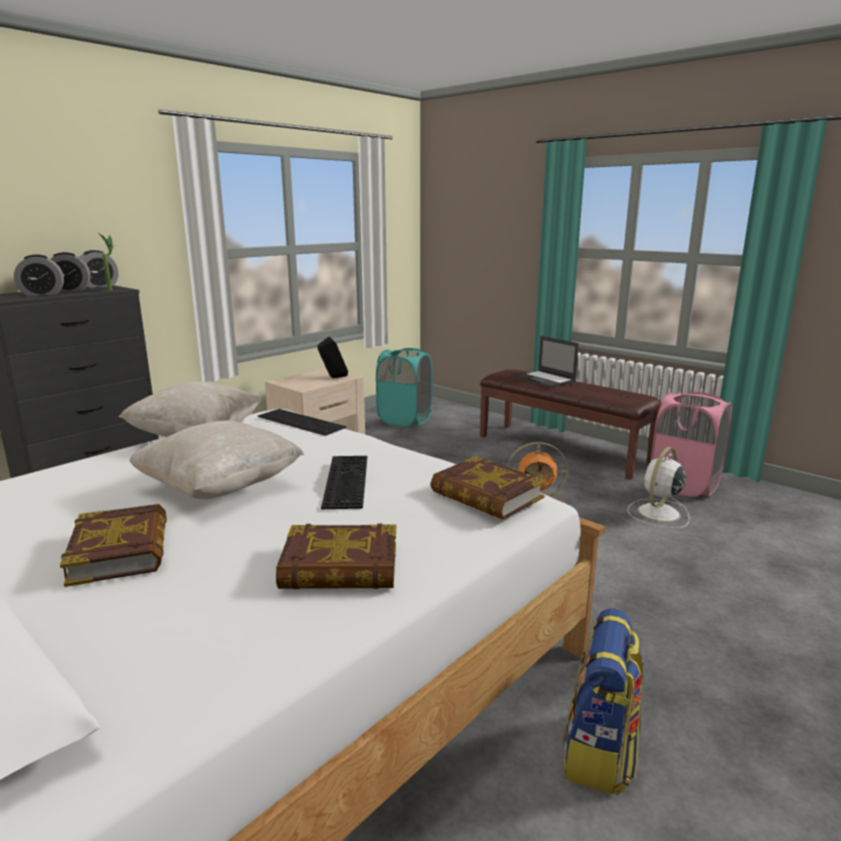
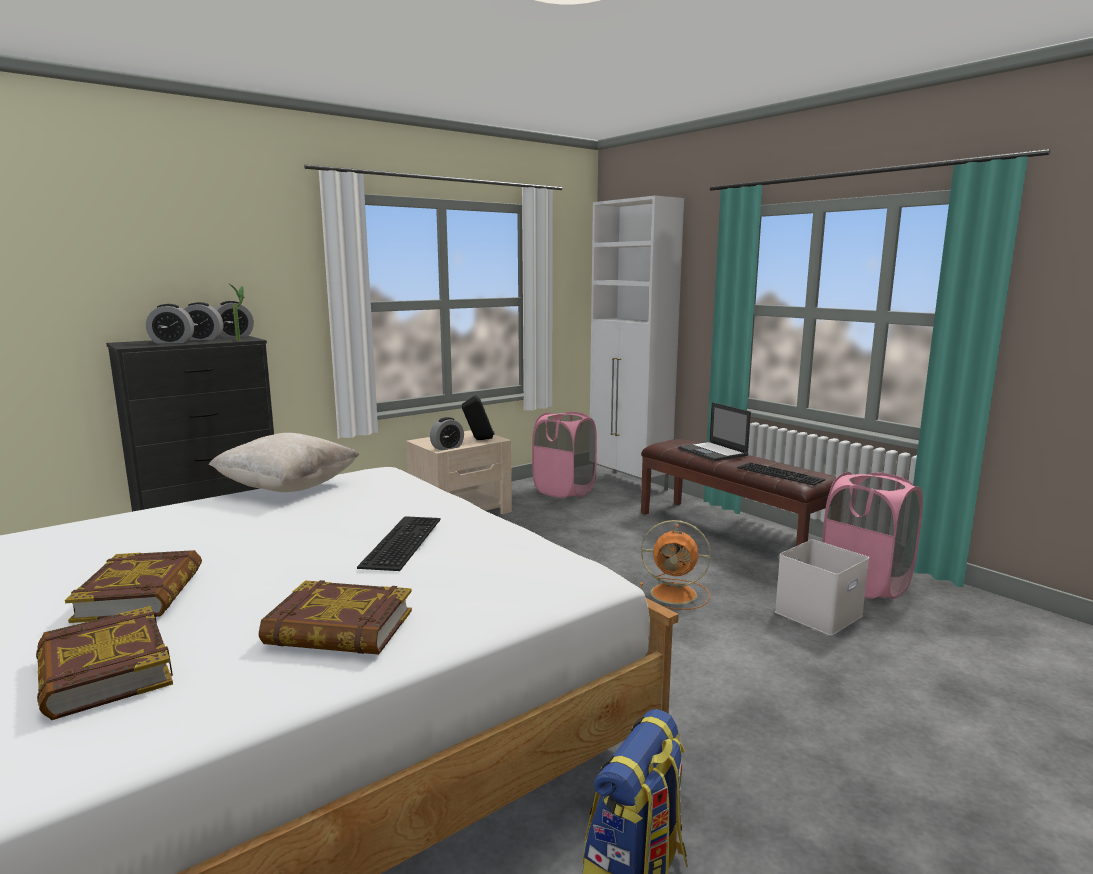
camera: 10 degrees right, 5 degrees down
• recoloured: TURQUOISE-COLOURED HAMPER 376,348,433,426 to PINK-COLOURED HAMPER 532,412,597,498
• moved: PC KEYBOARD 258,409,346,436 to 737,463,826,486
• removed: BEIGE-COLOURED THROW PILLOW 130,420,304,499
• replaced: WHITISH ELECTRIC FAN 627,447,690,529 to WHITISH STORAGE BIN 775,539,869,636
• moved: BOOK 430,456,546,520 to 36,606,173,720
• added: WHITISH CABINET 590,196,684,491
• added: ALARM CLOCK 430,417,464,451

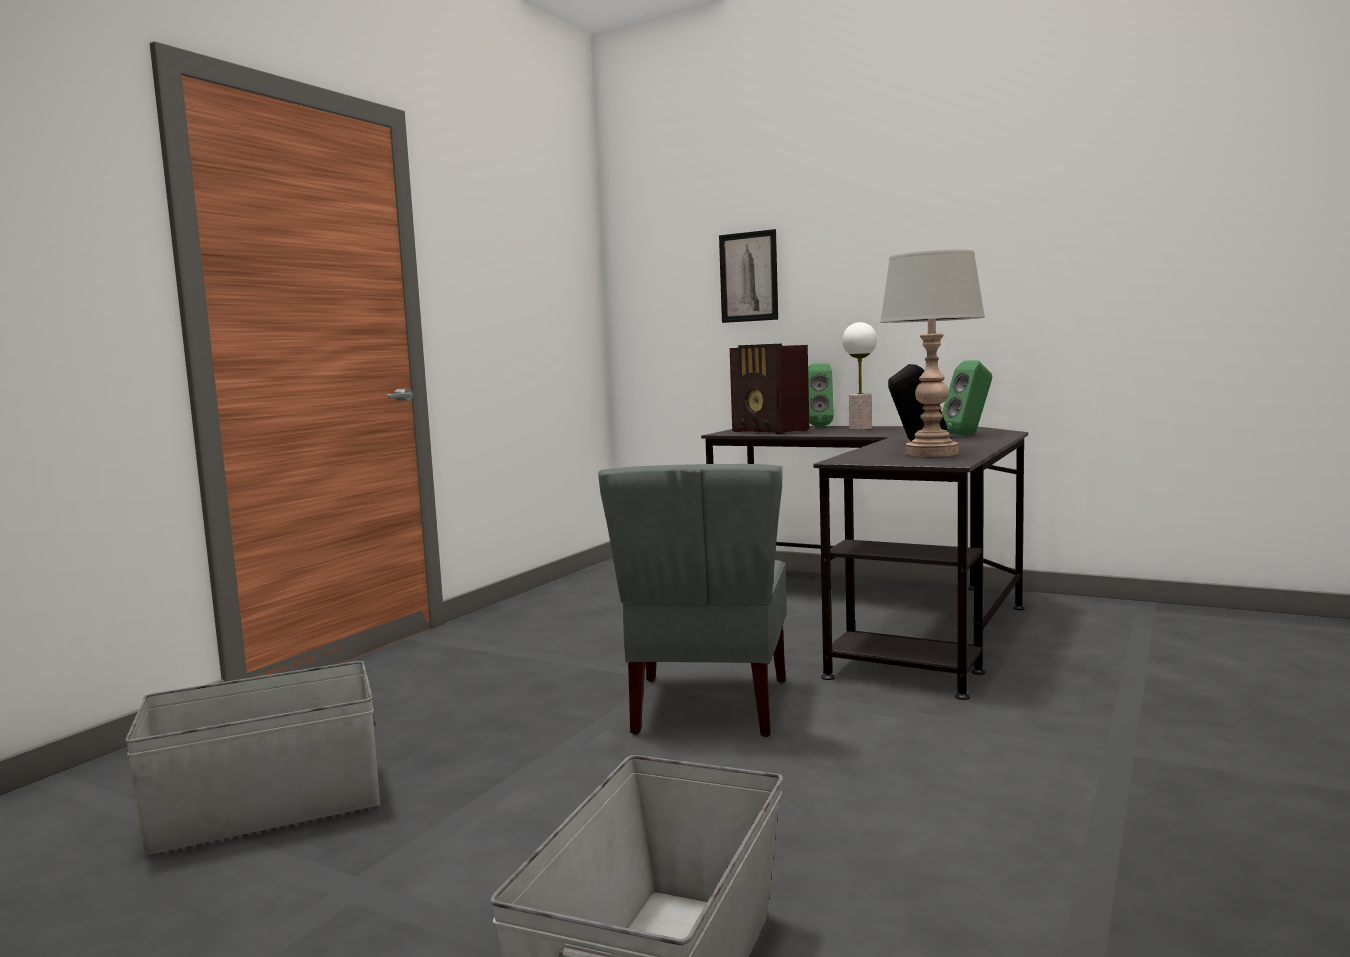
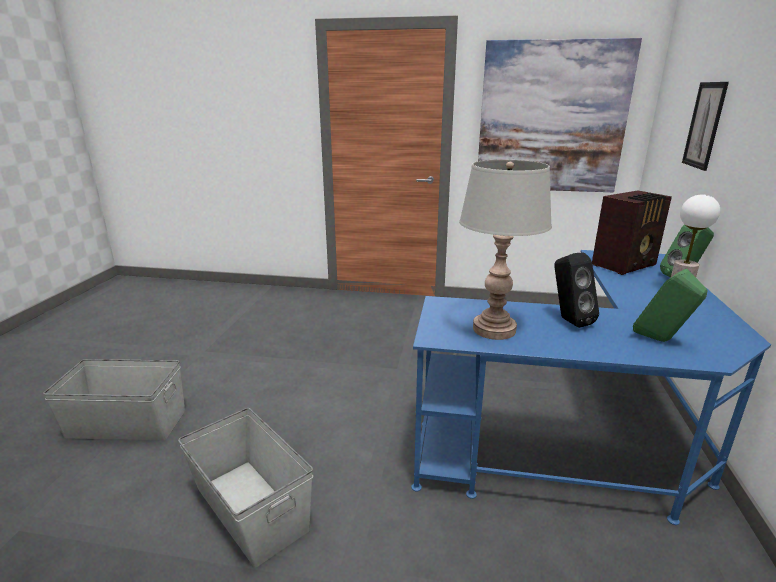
camera: 70 degrees right, 15 degrees up
• turned: RADIO SET 730,344,809,434 = 592,190,672,275 150 degrees counterclockwise
• recoloured: BLACK DESK UNIT 701,426,1028,700 to BLUE-COLOURED DESK UNIT 411,250,771,525
• removed: GREYISH CHAIR 598,464,787,737
• moved: GREYISH STORAGE BIN 125,661,380,855 to 178,408,313,568
• added: PICTURE 478,38,642,192

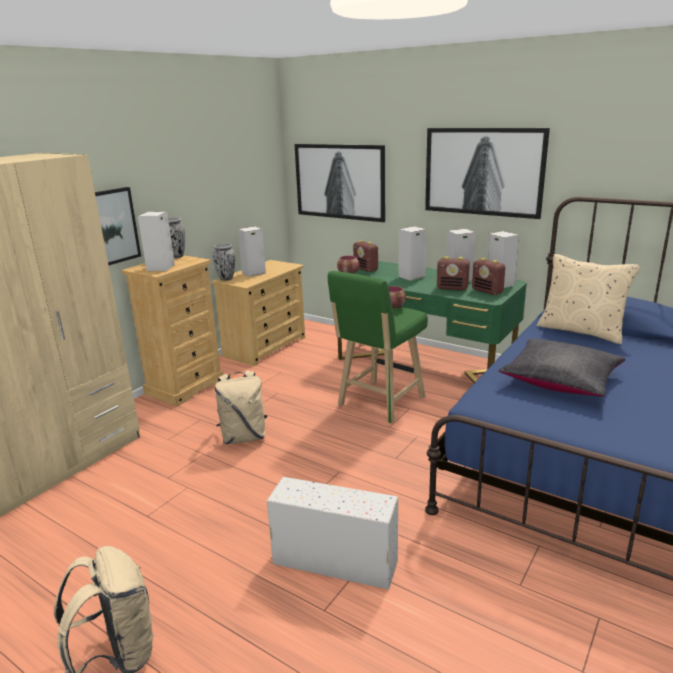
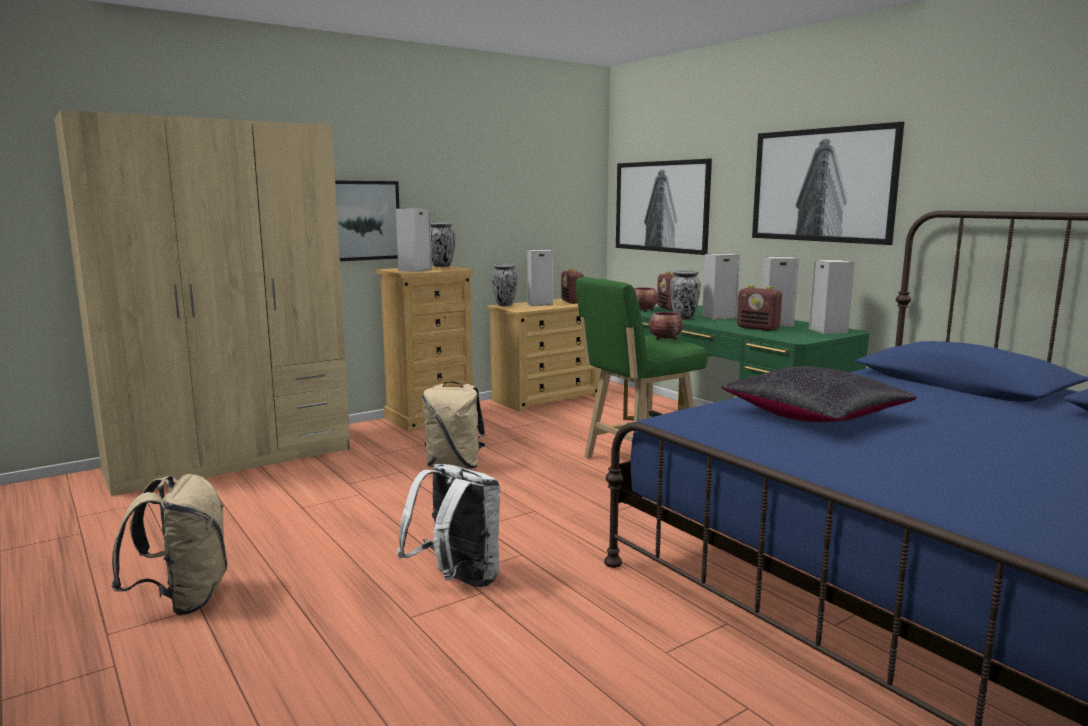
camera: 20 degrees right, 10 degrees down
• removed: BEIGE-COLOURED THROW PILLOW 537,254,641,344
• moved: RADIO SET 472,258,505,295 to 561,268,584,304
• replaced: WHITISH STORAGE BIN 267,477,398,590 to WHITISH RUCKSACK 397,464,500,587
• added: FLOWER VASE 670,270,701,320

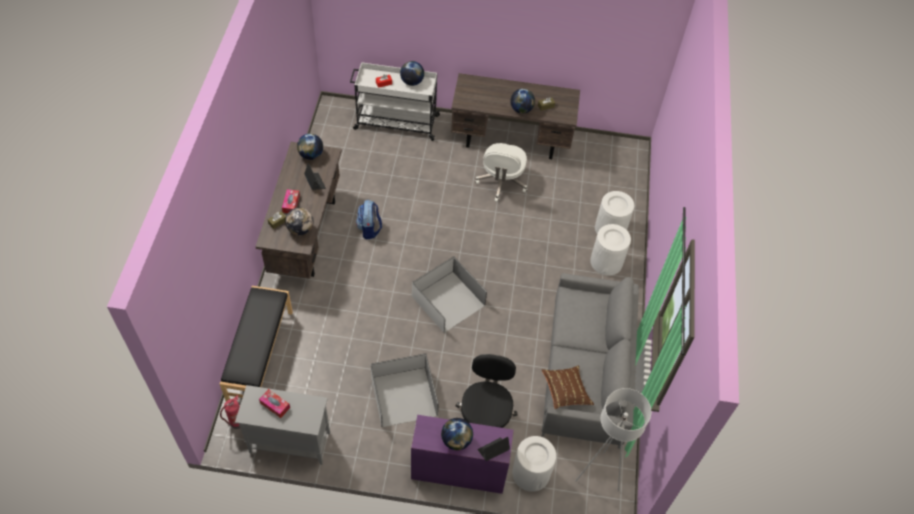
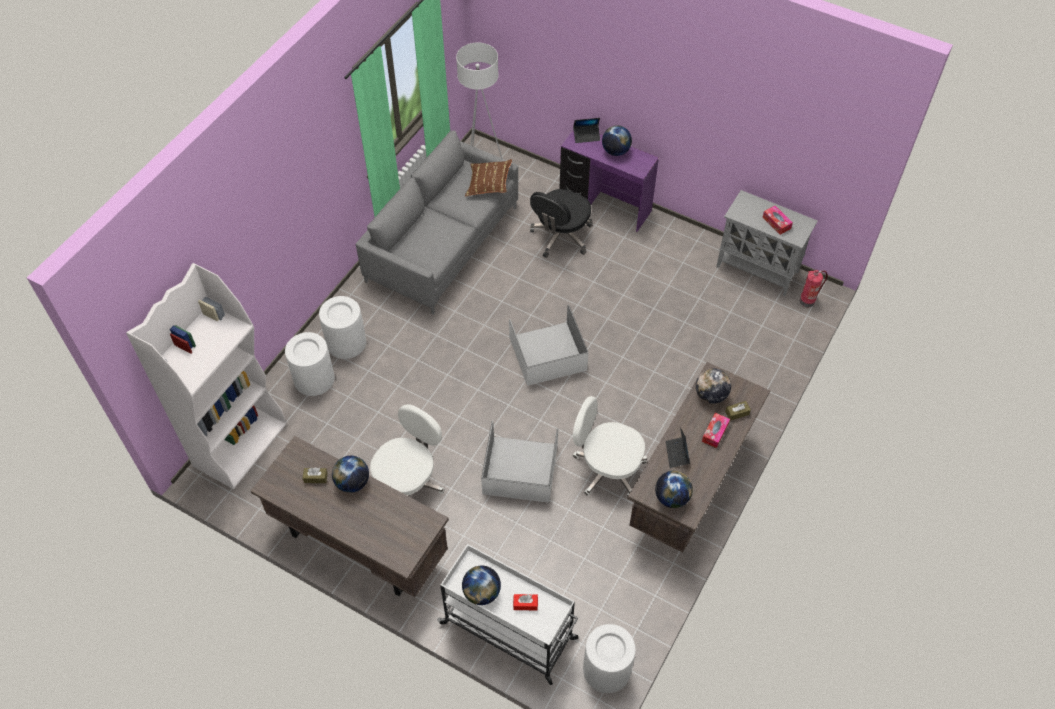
camera: 155 degrees left, 0 degrees up
• replaced: RUCKSACK 356,200,382,240 to WHITISH OFFICE CHAIR 573,396,647,497
• removed: BLACK INDOOR BENCH 220,286,293,401
• moved: WHITISH STORAGE BIN 371,353,439,427 to 481,421,558,503
• moved: WHITISH RUBBISH BIN 512,436,556,492 to 583,624,636,693
• added: WHITISH BOOKCASE 126,263,286,489

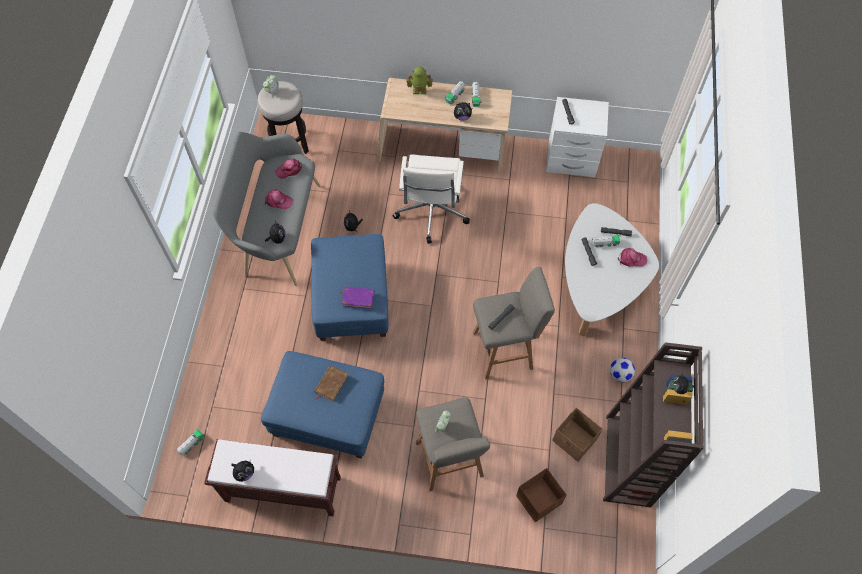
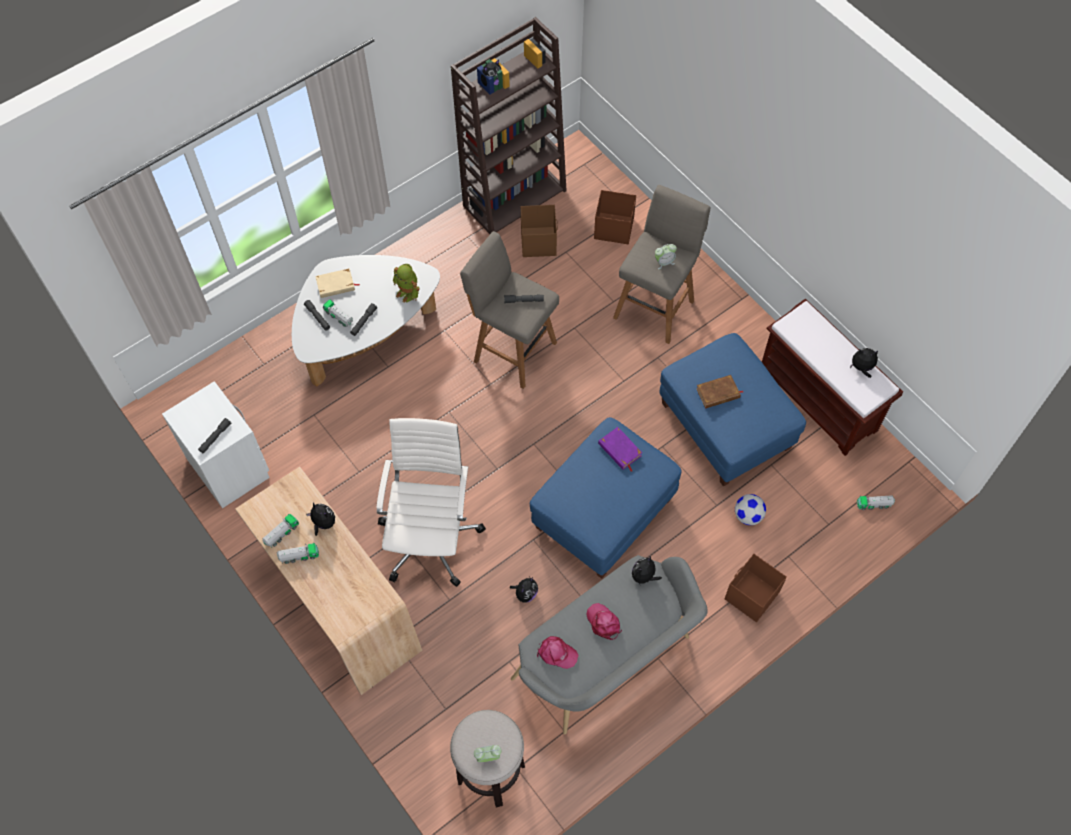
camera: 135 degrees left, 0 degrees up
• moved: MODEL ROBOT 406,66,433,94 to 393,264,420,303
• turned: WHITISH OFFICE CHAIR 393,154,470,244 = 376,418,486,587 45 degrees counterclockwise
• replaced: PINK-COLOURED BASEBALL CAP 618,248,647,267 to BEIGE-COLOURED BOOK 315,268,360,298
• moved: BALL FOR FOOTBALL 610,358,635,382 to 735,494,766,525
• added: BROWN STORAGE BIN 724,554,787,622

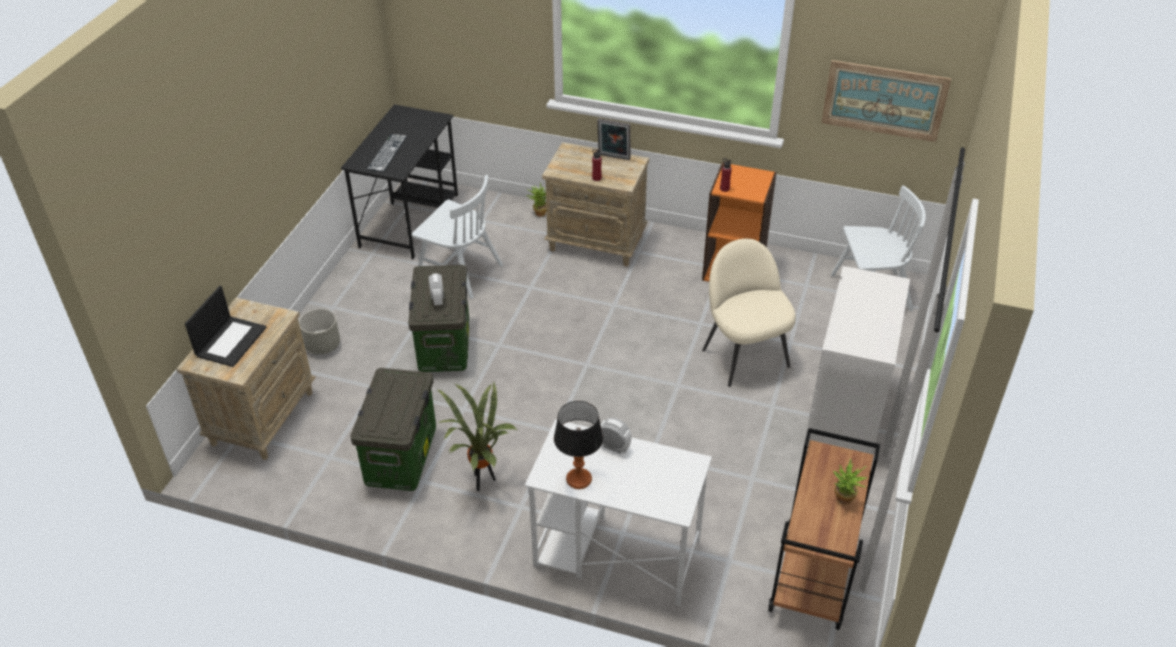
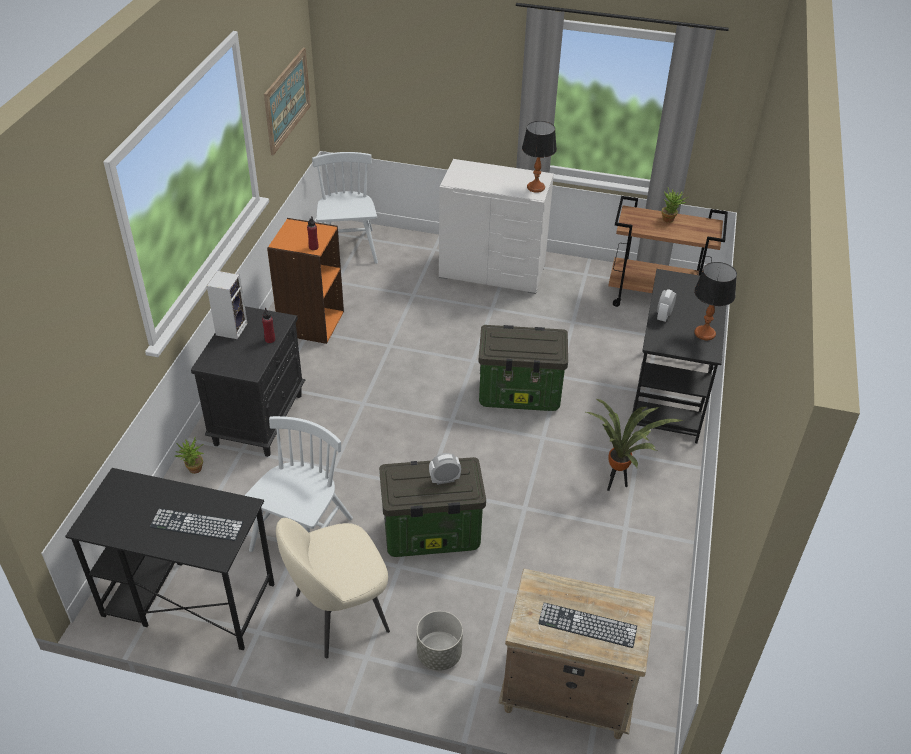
camera: 95 degrees left, 0 degrees up
• replaced: STANDING FRAME 597,118,631,160 to LOUDSPEAKER 207,271,247,339
• recoloured: BEIGE-COLOURED NIGHTSTAND 542,142,649,266 to BLACK NIGHTSTAND 191,306,306,457
• moved: BEIGE-COLOURED CHAIR 702,239,796,387 to 276,518,390,659
• replaced: PORTABLE COMPUTER 185,286,267,367 to PC KEYBOARD 538,602,637,648
• moved: STORAGE BIN 350,368,436,491 to 478,325,568,411
• recoloured: WHITISH DESK UNIT 525,419,712,606 to BLACK DESK UNIT 632,269,726,443
• added: TABLE LAMP 522,121,557,193

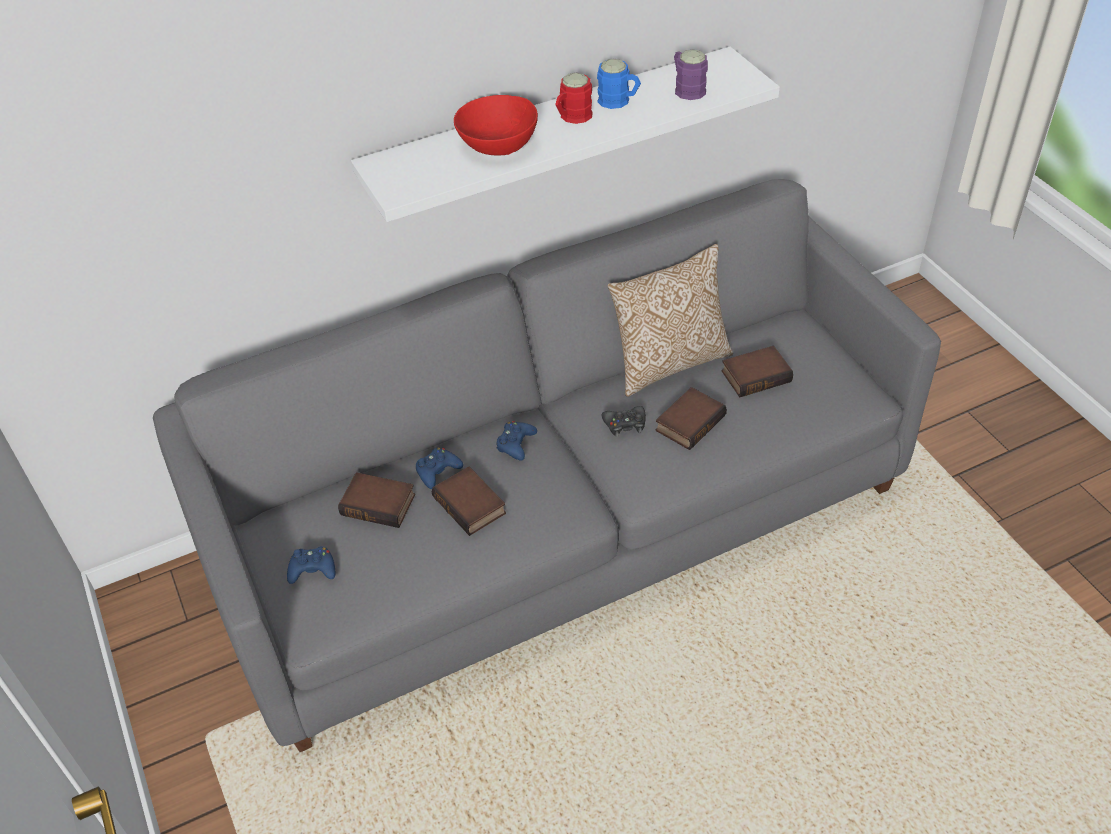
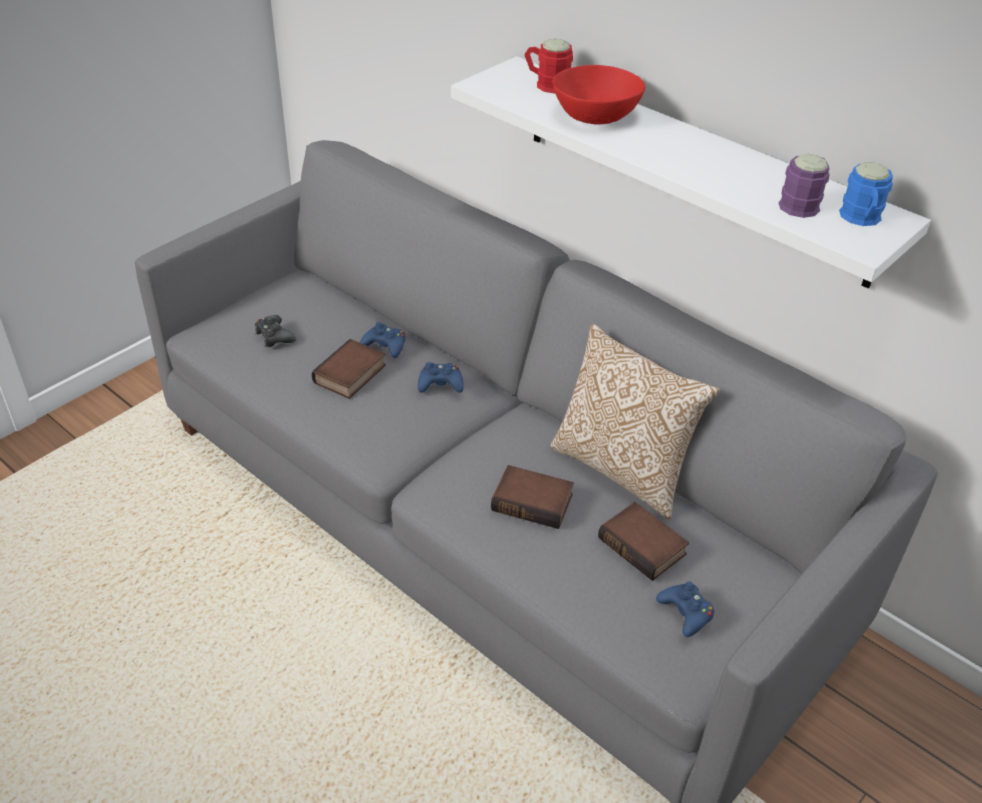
camera: 65 degrees right, 5 degrees down
• moved: BLUE-COLOURED COFFEE MUG 597,59,641,109 to 839,162,893,226
• moved: REDDISH COFFEE MUG 555,73,593,124 to 524,39,573,93
• moved: BLACK GAME CONTROLLER 602,406,646,437 to 255,315,296,347
• removed: BOOK 338,472,415,528
• moved: BLUE-COLOURED GAME CONTROLLER 287,547,335,584 to 656,582,714,637

